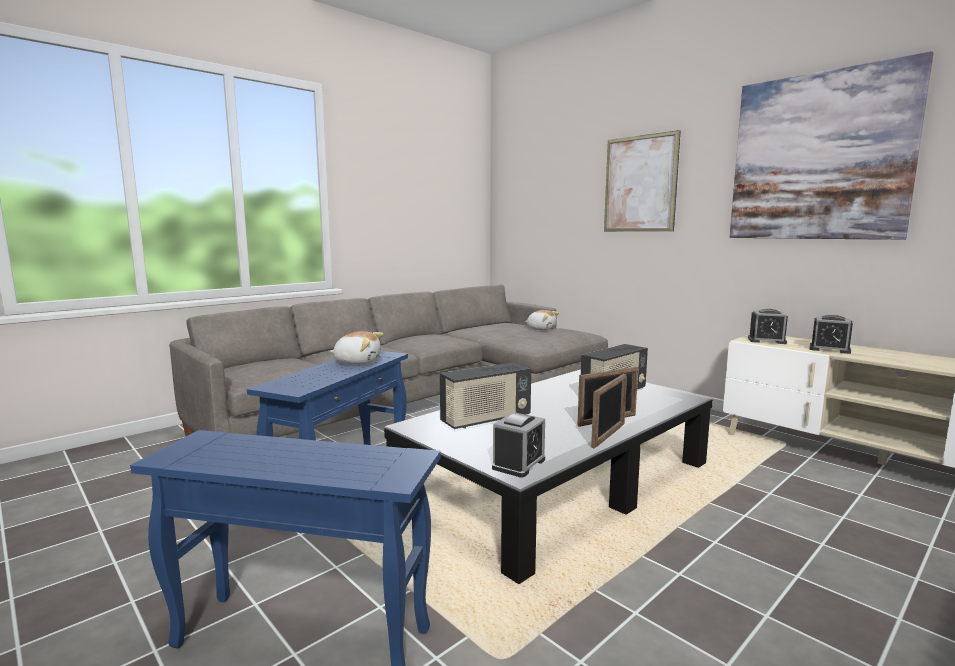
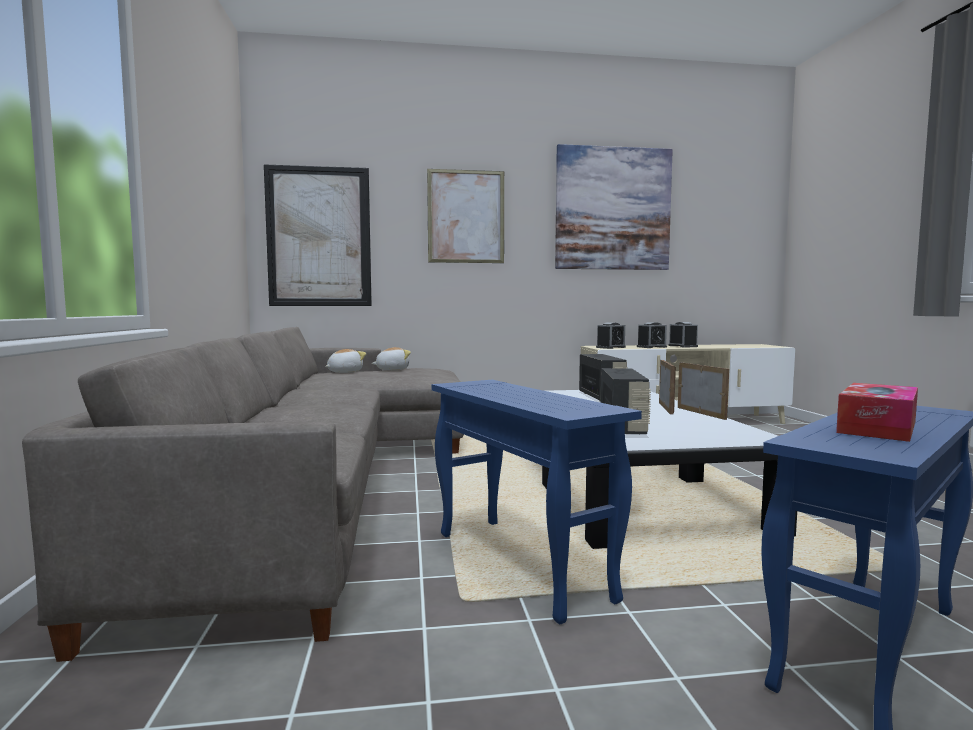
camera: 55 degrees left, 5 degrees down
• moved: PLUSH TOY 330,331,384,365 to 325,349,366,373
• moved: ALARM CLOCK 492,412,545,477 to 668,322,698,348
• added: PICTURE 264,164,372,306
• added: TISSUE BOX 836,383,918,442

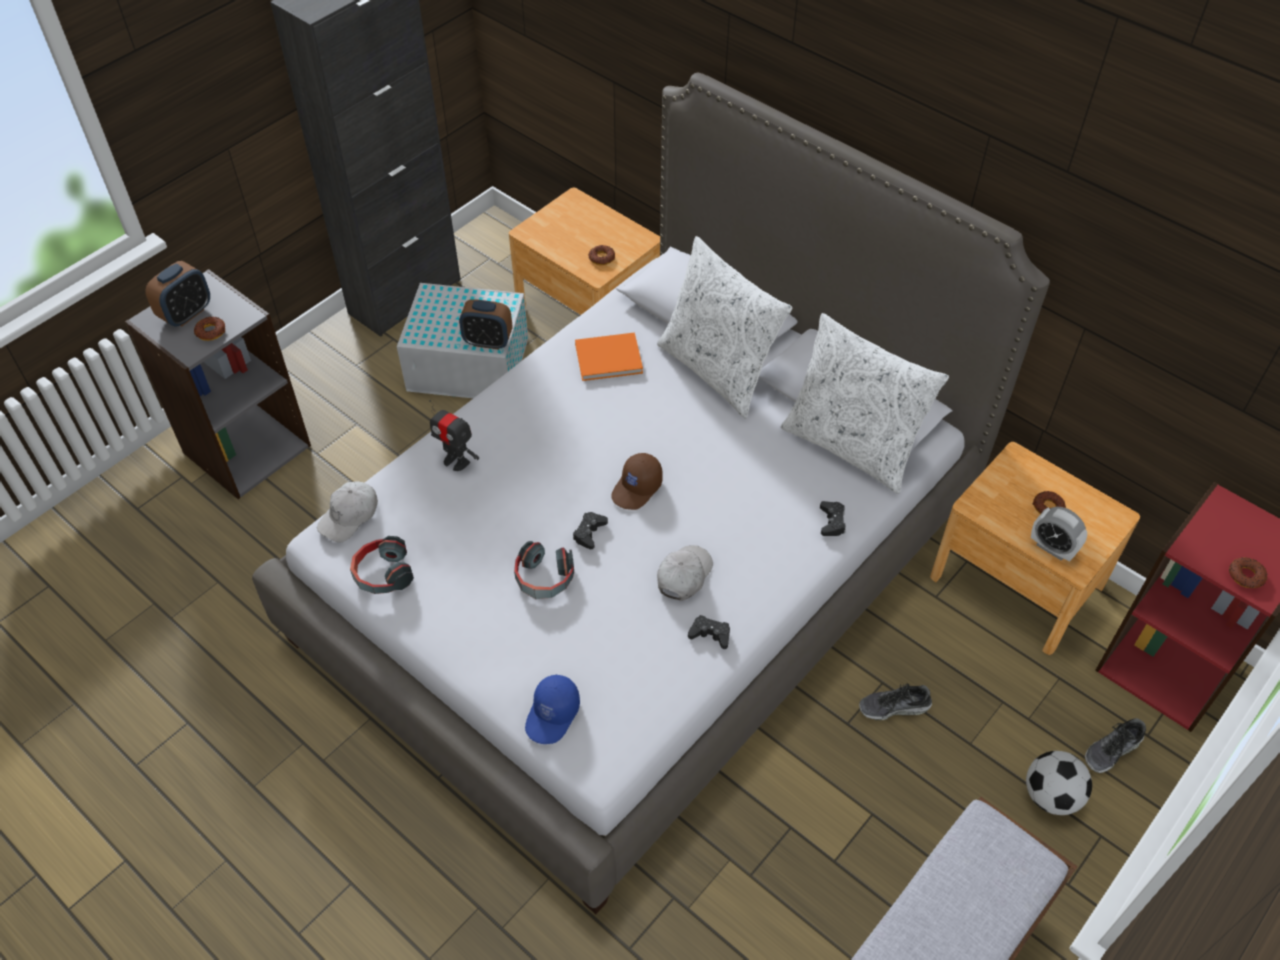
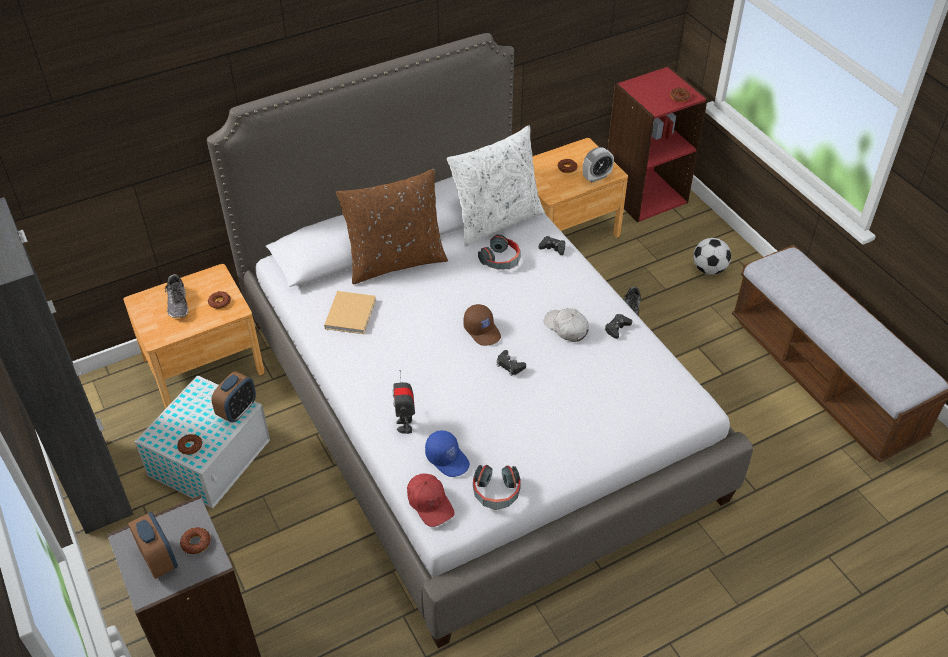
camera: 70 degrees left, 5 degrees down
• recoloured: WHITISH THROW PILLOW 657,236,792,419 to BROWN THROW PILLOW 336,169,448,284
• recoloured: ORANGE BOOK 575,332,643,381 to BEIGE-COLOURED BOOK 324,291,376,334
• turned: MODEL ROBOT 429,400,479,471 = 392,370,415,434 120 degrees clockwise
• recoloured: WHITISH BASEBALL CAP 317,482,378,542 to REDDISH BASEBALL CAP 407,474,455,527
• moved: HEADSET 514,541,574,599 to 478,234,521,270
• moved: BLUE-COLOURED BASEBALL CAP 525,675,580,744 to 425,430,470,477
• moved: LOW SHOE 1085,718,1146,773 to 165,274,188,318
• added: RING DOUGHNUT 177,434,202,455

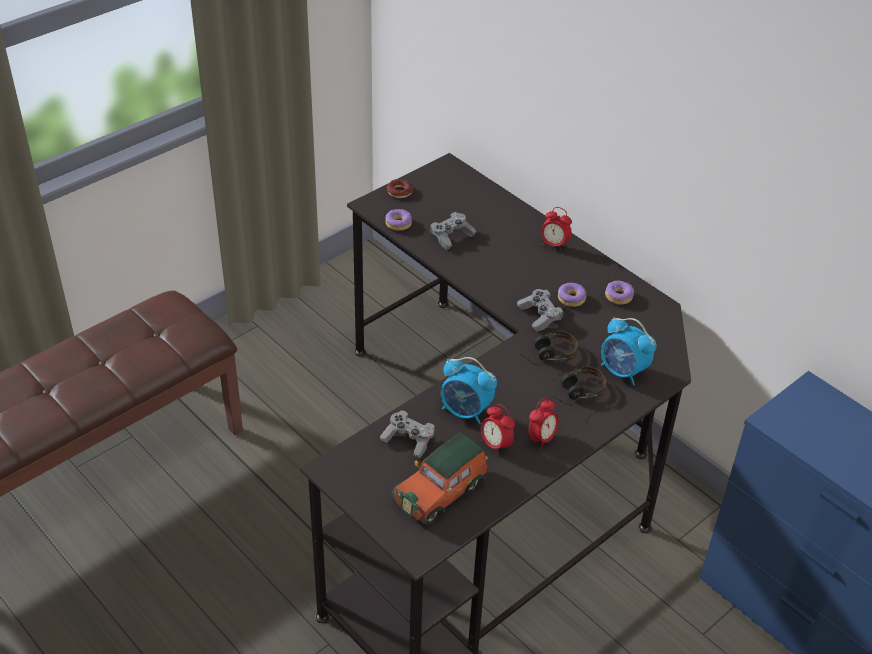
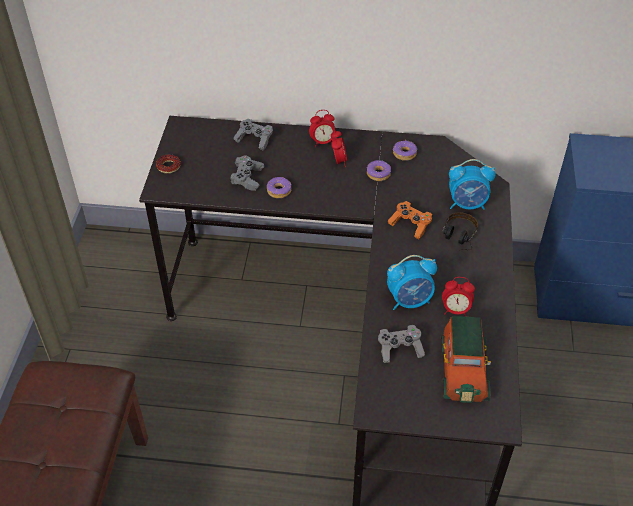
camera: 40 degrees left, 5 degrees up
• moved: RING DOUGHNUT 386,209,412,230 to 267,177,291,198
• moved: GREYISH GAME CONTROLLER 517,289,564,331 to 233,119,273,151
• replaced: HEADSET 520,331,578,366 to ORANGE GAME CONTROLLER 388,201,433,239
• moved: ALARM CLOCK 529,398,559,449 to 331,130,347,167

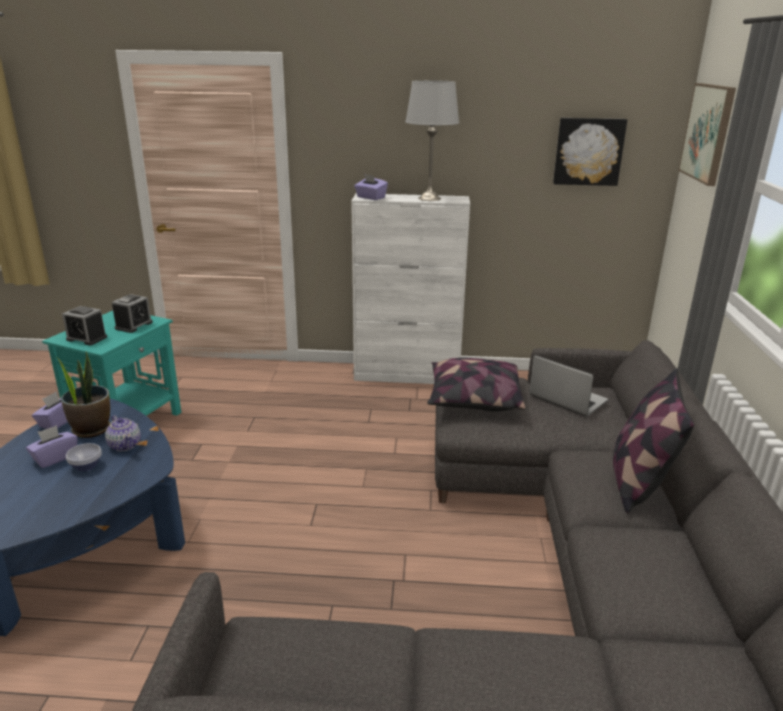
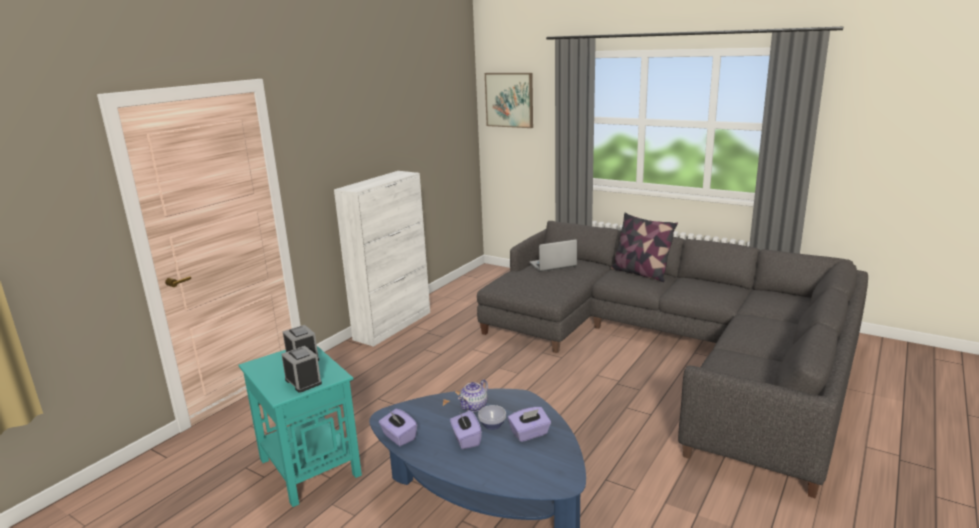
camera: 60 degrees left, 5 degrees down
• removed: GREYISH TABLE LAMP 405,80,459,201
• removed: PICTURE 553,118,627,186
• moved: PURPLE TISSUE BOX 354,174,388,200 to 508,407,551,442
• turned: ALARM CLOCK 62,306,107,345 = 281,346,322,393 90 degrees counterclockwise
• removed: POTTED PLANT 55,352,110,438
• removed: THROW PILLOW 427,358,525,412
• turned: POT FOR TEA 105,415,141,451 = 458,379,488,412 135 degrees clockwise

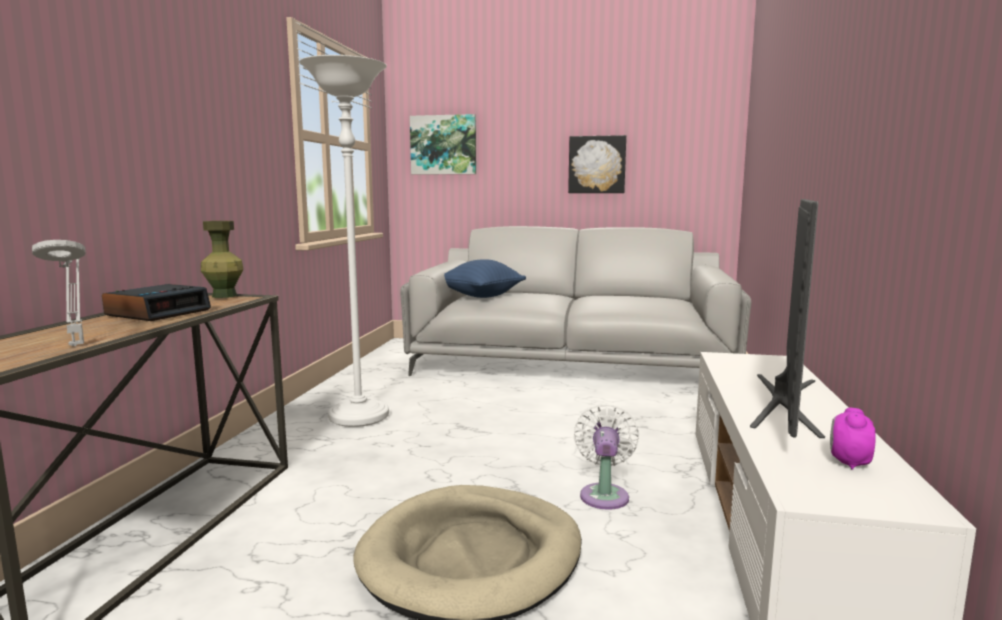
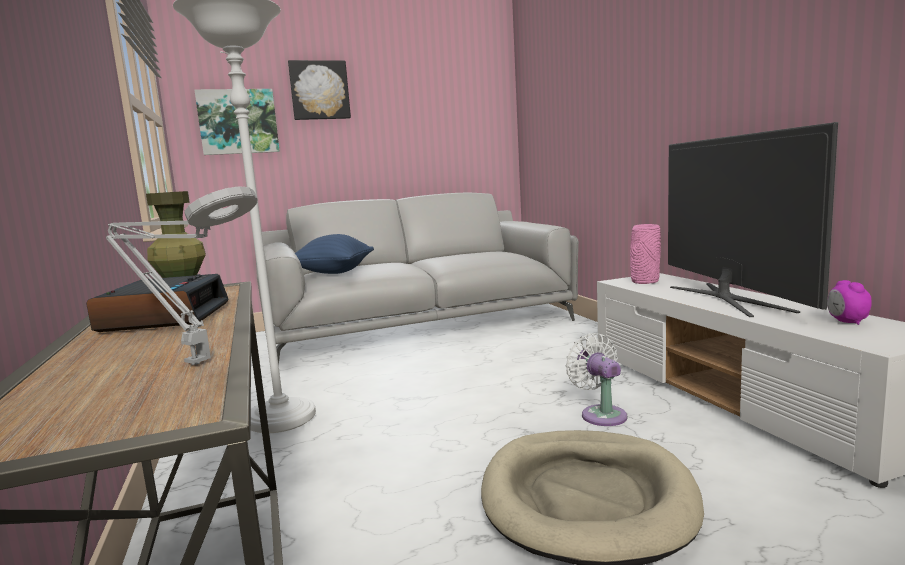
camera: 30 degrees left, 0 degrees up
• moved: PICTURE 568,135,626,193 to 288,60,351,120
• added: PINK-COLOURED FLOWER VASE 630,224,661,284

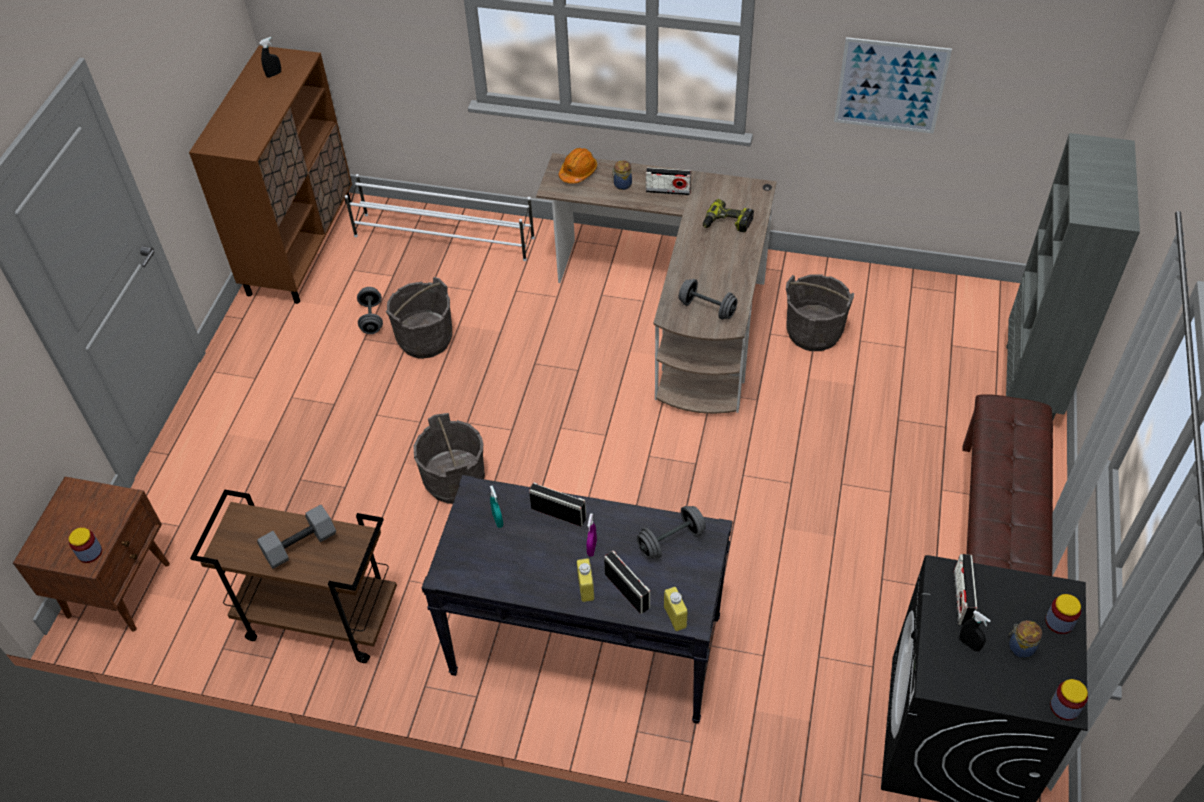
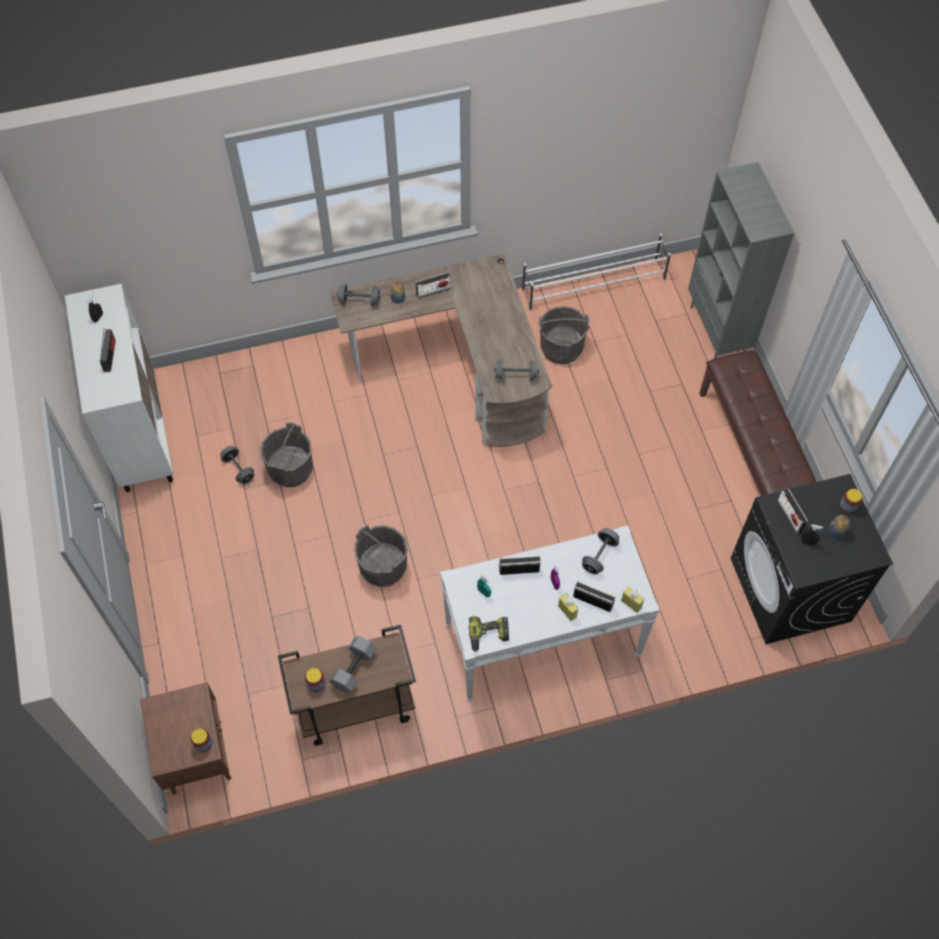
camera: 30 degrees left, 10 degrees up
• removed: PICTURE 834,37,952,134
• recoloured: BROWN CABINET 189,46,352,304 to WHITISH CABINET 65,284,173,492
• replaced: ORANGE WORK HELMET 559,148,597,184 to GREYISH DUMBBELL 337,284,381,306
• moved: WHITISH SHOE SHELF 345,174,535,261 to 522,233,671,312
• moved: ELECTRIC DRILL 703,199,754,232 to 469,616,509,652
• recoloured: BLACK HALL TABLE 422,475,733,724 to WHITISH HALL TABLE 440,525,660,702
• moved: PRESERVE JAR 1050,679,1088,720 to 305,668,325,692
• added: RADIO SET 100,328,116,372

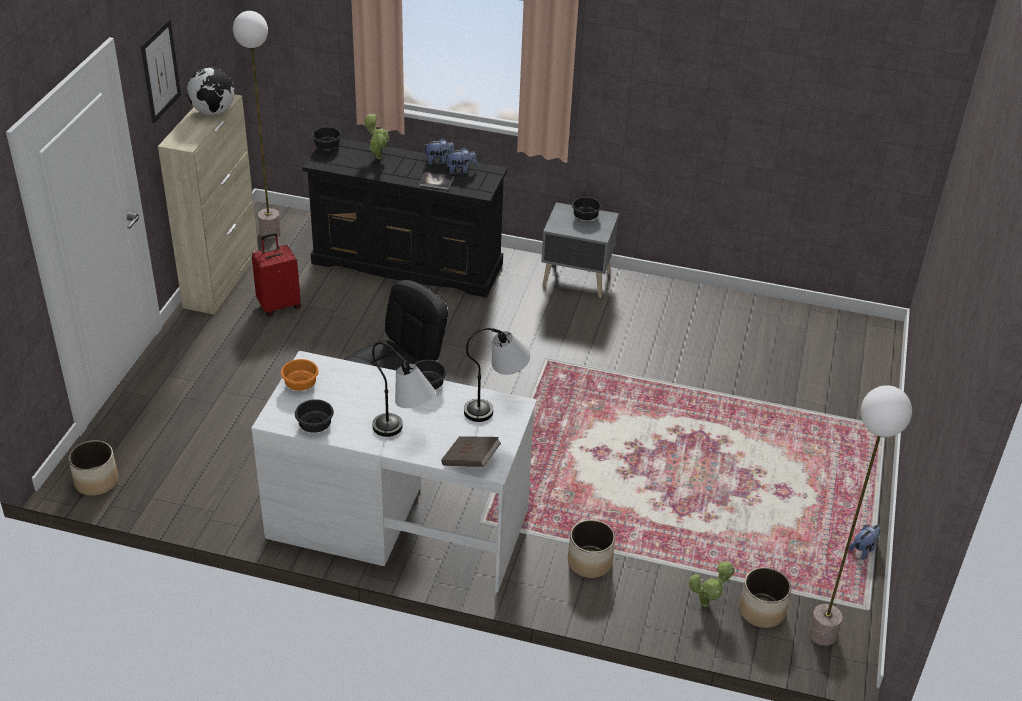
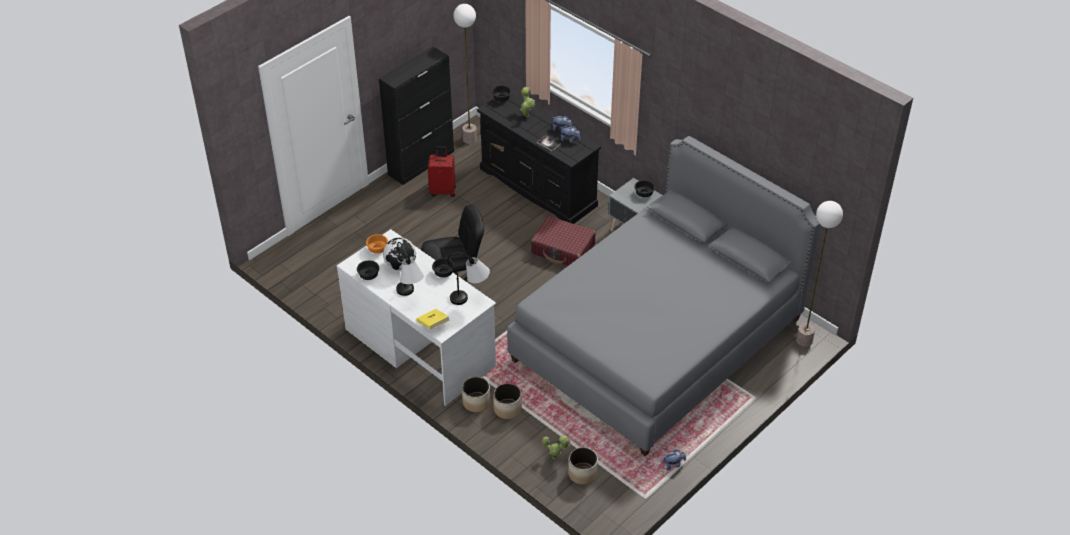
camera: 30 degrees right, 5 degrees up
• removed: PICTURE 141,19,181,124
• moved: WORLD GLOBE 187,68,234,115 to 383,238,416,271
• recoloured: BEIGE-COLOURED CABINET 158,94,258,315 to BLACK CABINET 379,46,454,185
• moved: STANDARD LAMP 808,385,912,646 to 797,201,843,347
• recoloured: BROWN BOOK 441,436,501,467 to YELLOWISH BOOK 417,309,450,330
• moved: PLANTER 68,440,118,496 to 462,377,490,412
• added: GREYISH BEDROOM BED 507,136,821,456
• added: REDDISH SUITCASE 531,216,596,266

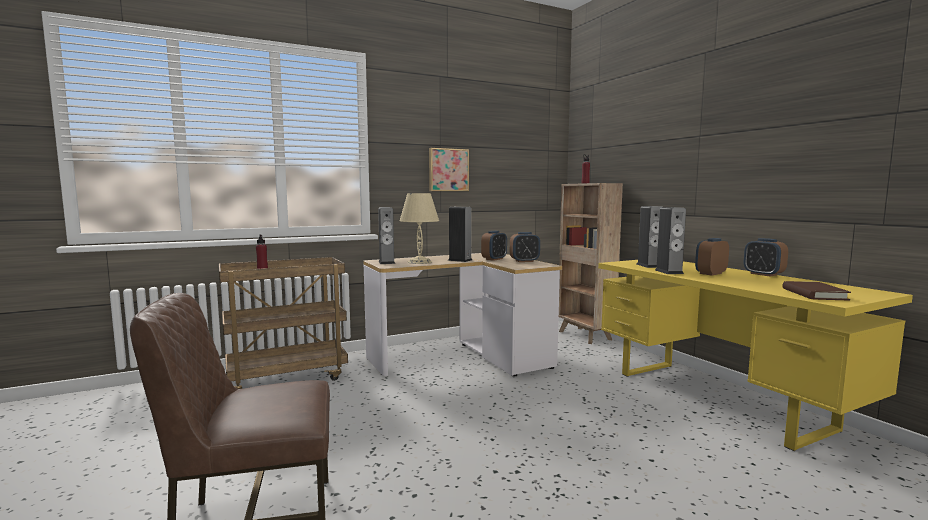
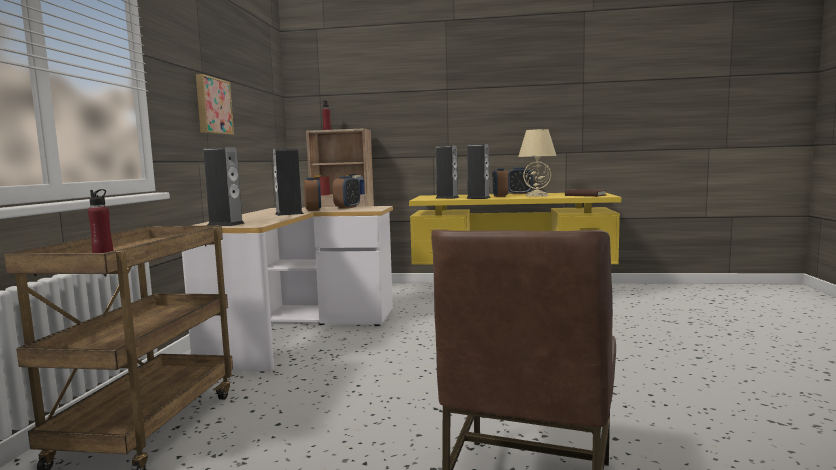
camera: 55 degrees left, 0 degrees up
• moved: BEIGE-COLOURED TABLE LAMP 400,193,439,264 to 518,129,556,197

